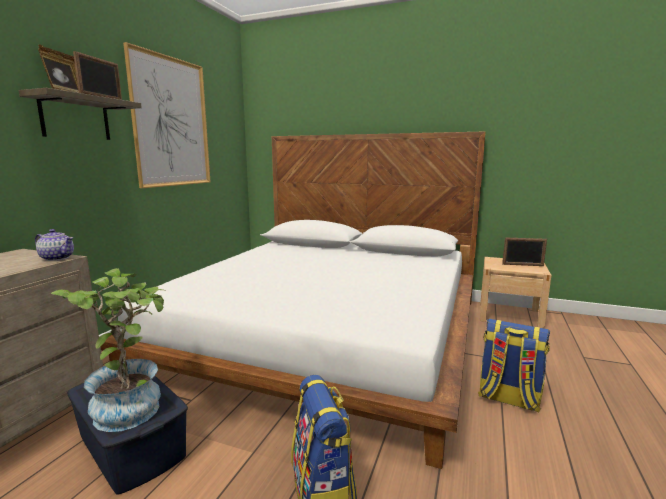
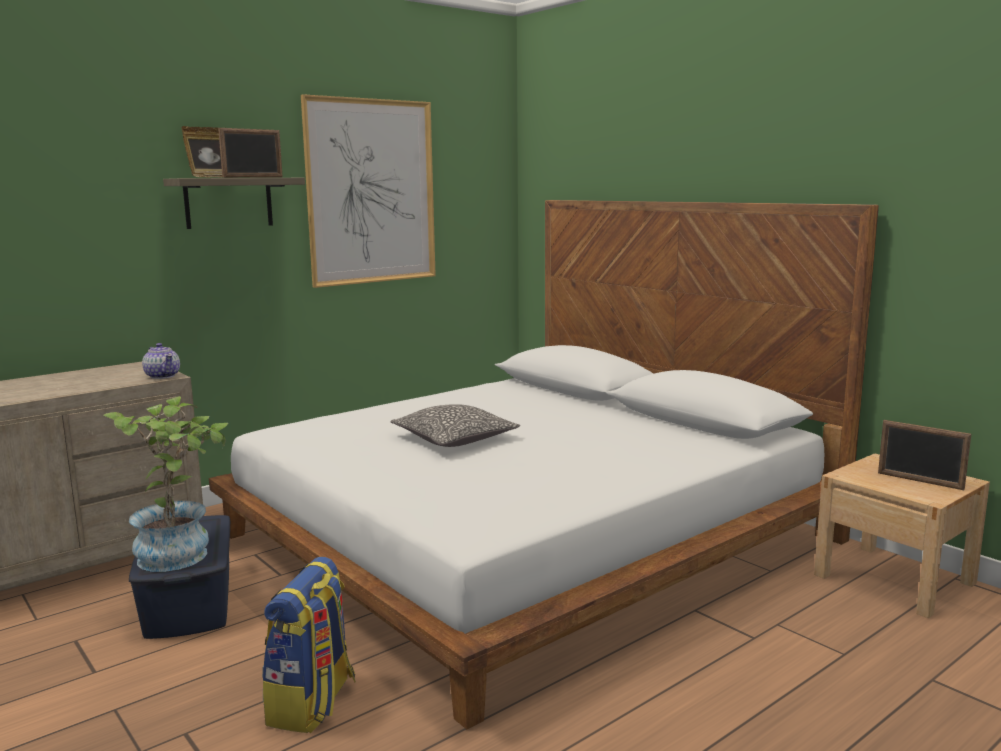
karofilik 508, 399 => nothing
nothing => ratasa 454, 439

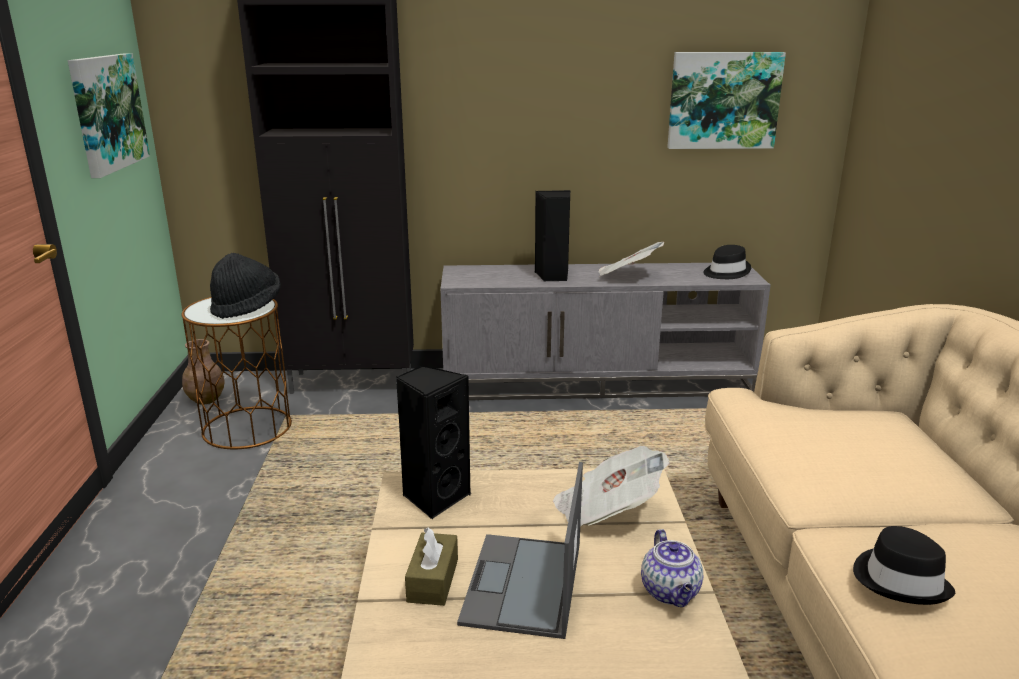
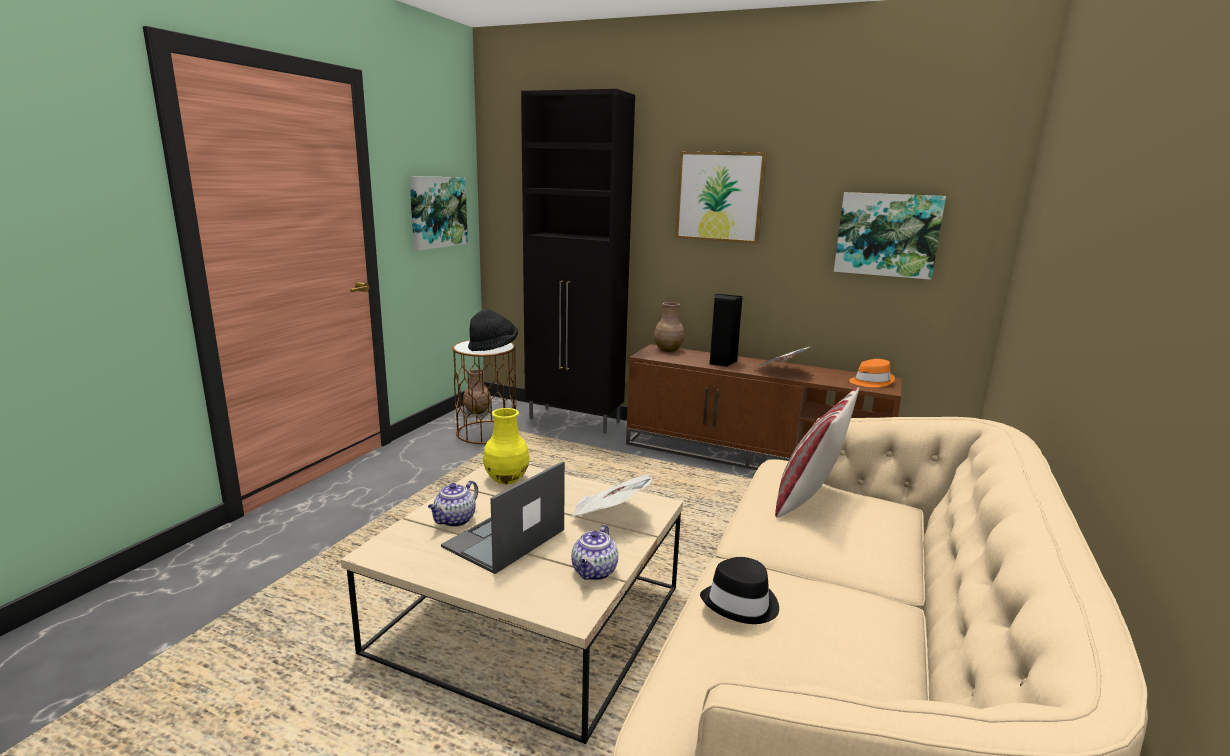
nothing => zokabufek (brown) 668, 350
nothing => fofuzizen 720, 197
nothing => ratasa 808, 498
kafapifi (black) 434, 497 => zokabufek (yellow) 507, 478
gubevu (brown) 433, 580 => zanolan 454, 520
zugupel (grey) 597, 381 => zugupel (brown) 753, 456
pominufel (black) 725, 272 => pominufel (orange) 871, 381

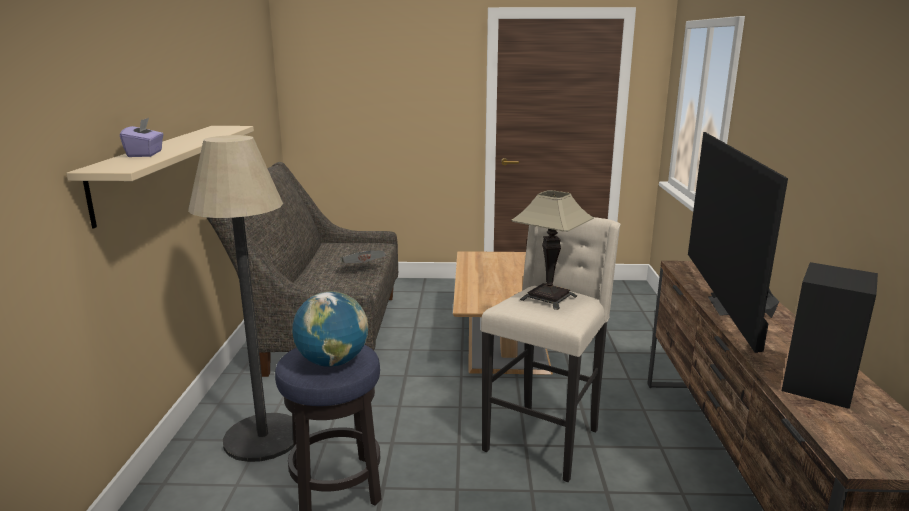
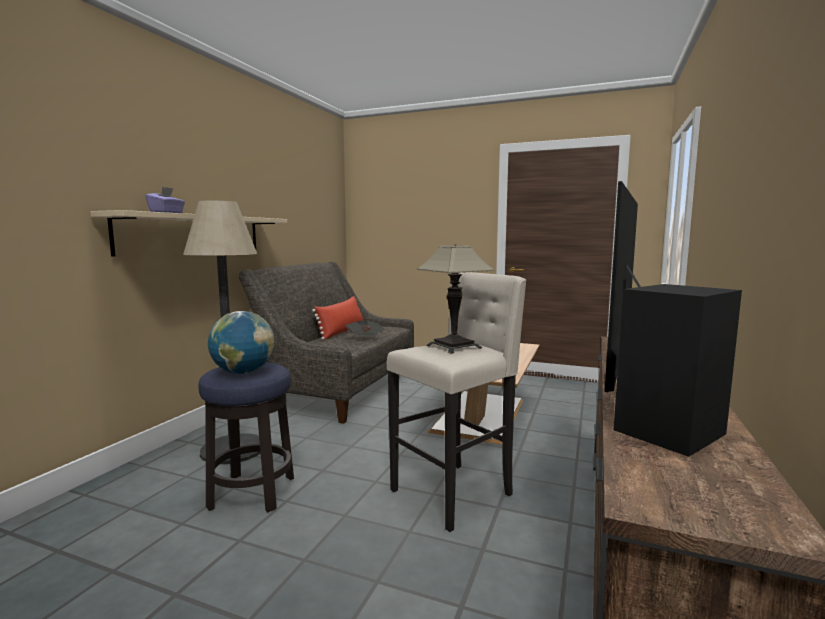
nothing => ratasa (red) 341, 332

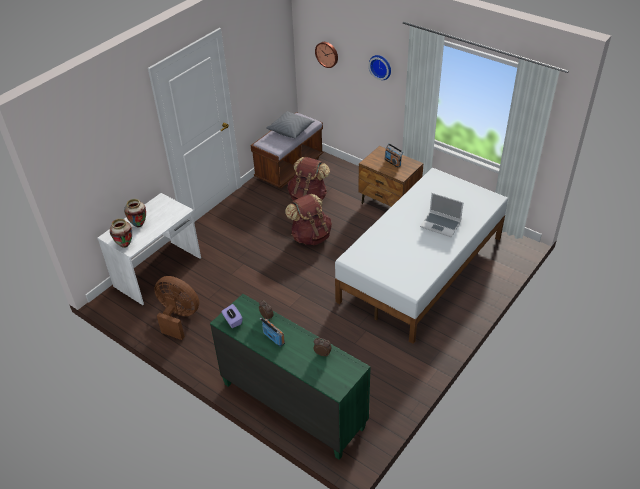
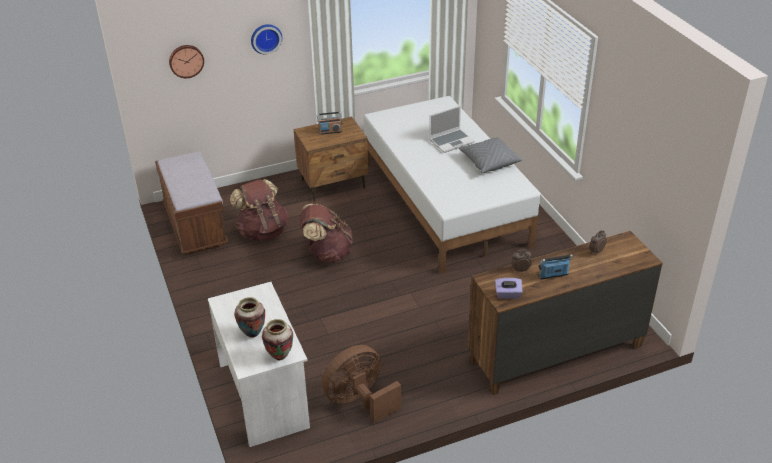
ratasa (grey) 291, 130 => ratasa (grey) 489, 162, shifted
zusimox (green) 292, 404 => zusimox (brown) 555, 353

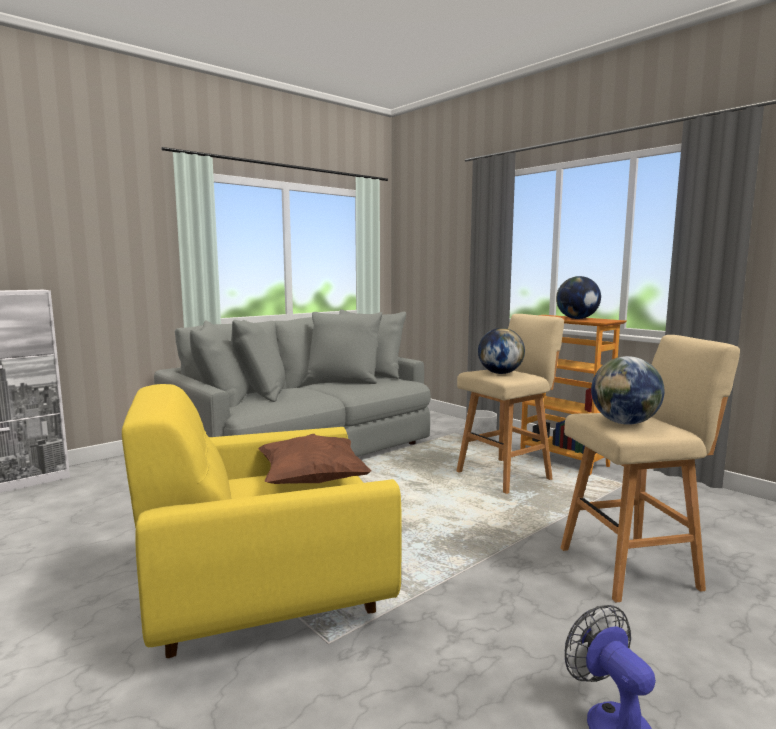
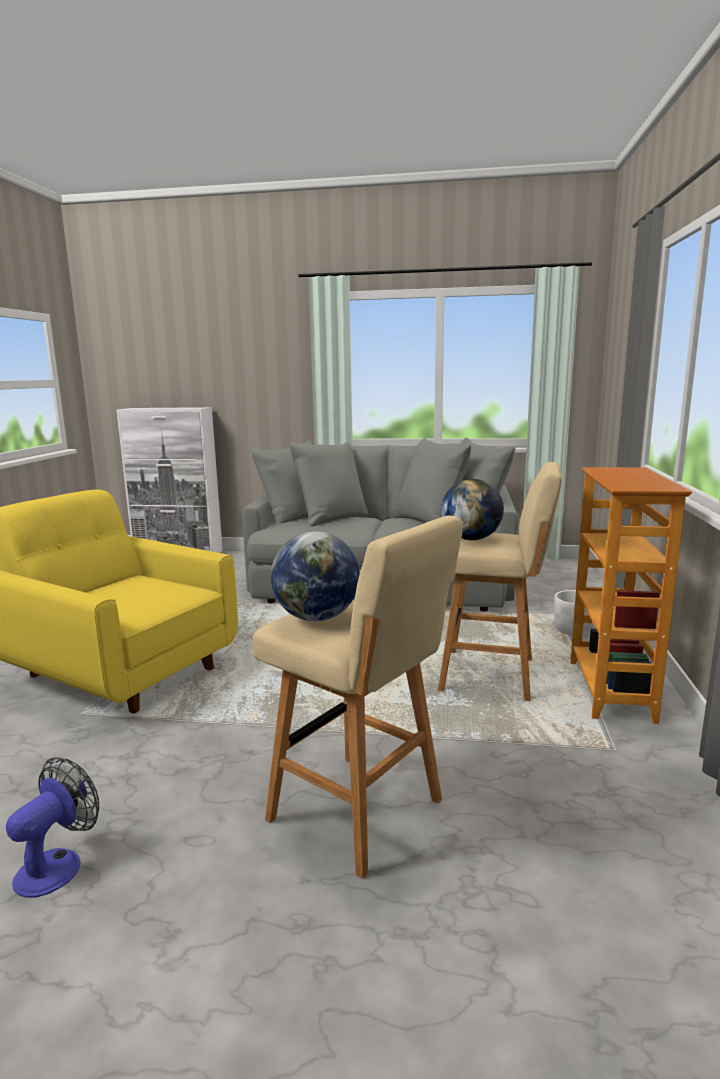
ratasa (brown) 312, 481 => nothing
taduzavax 577, 318 => nothing

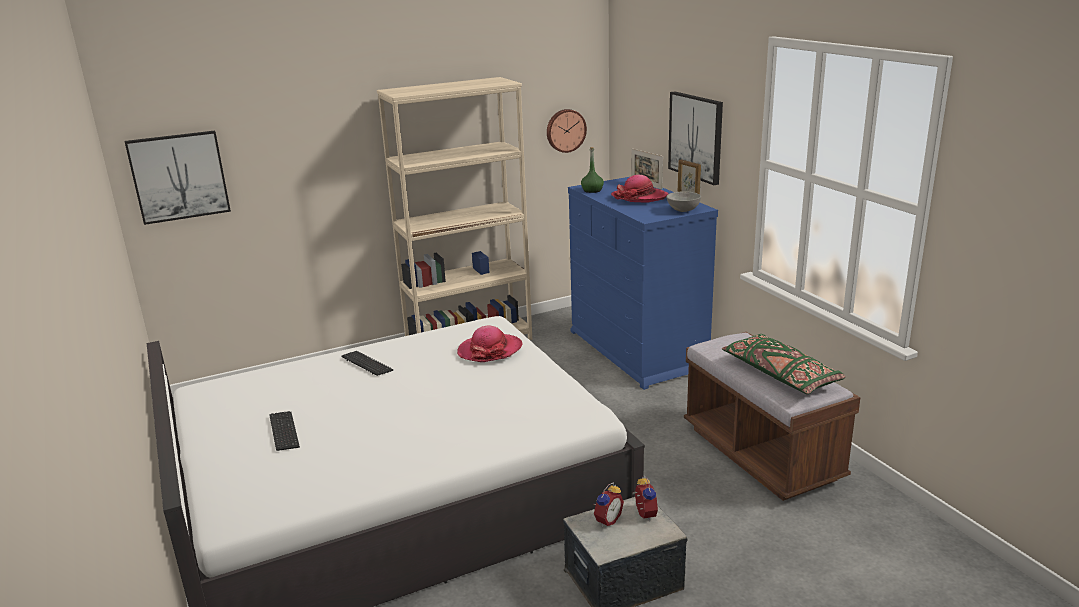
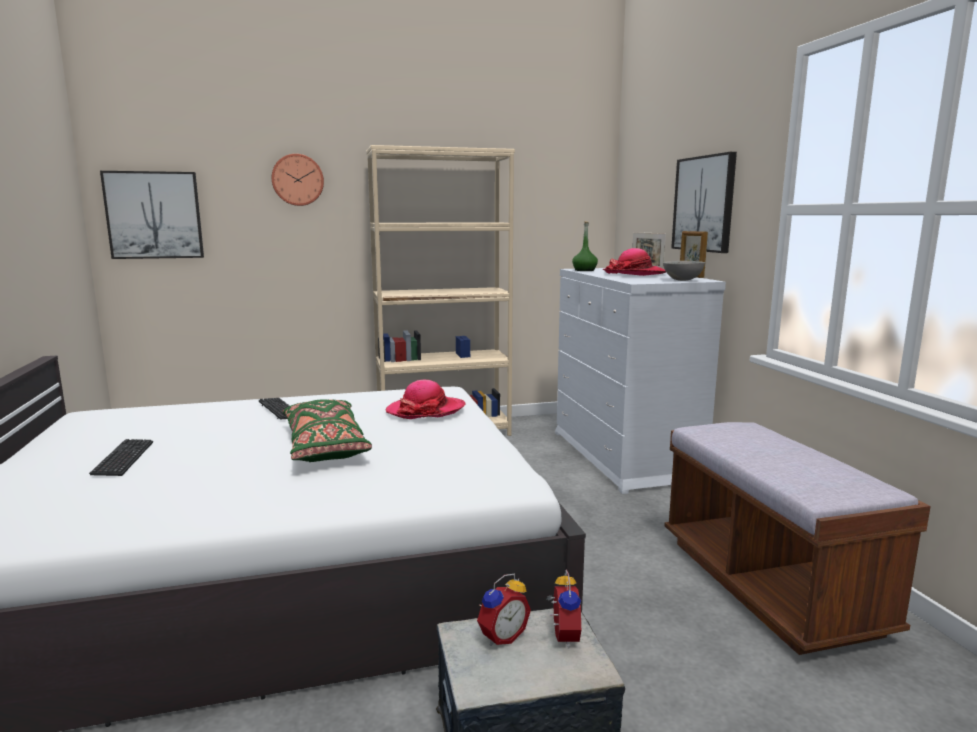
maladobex 565, 130 => maladobex 298, 180, shifted
ratasa (green) 781, 375 => ratasa (green) 325, 446, shifted
zusimox (blue) 638, 350 => zusimox (white) 625, 456

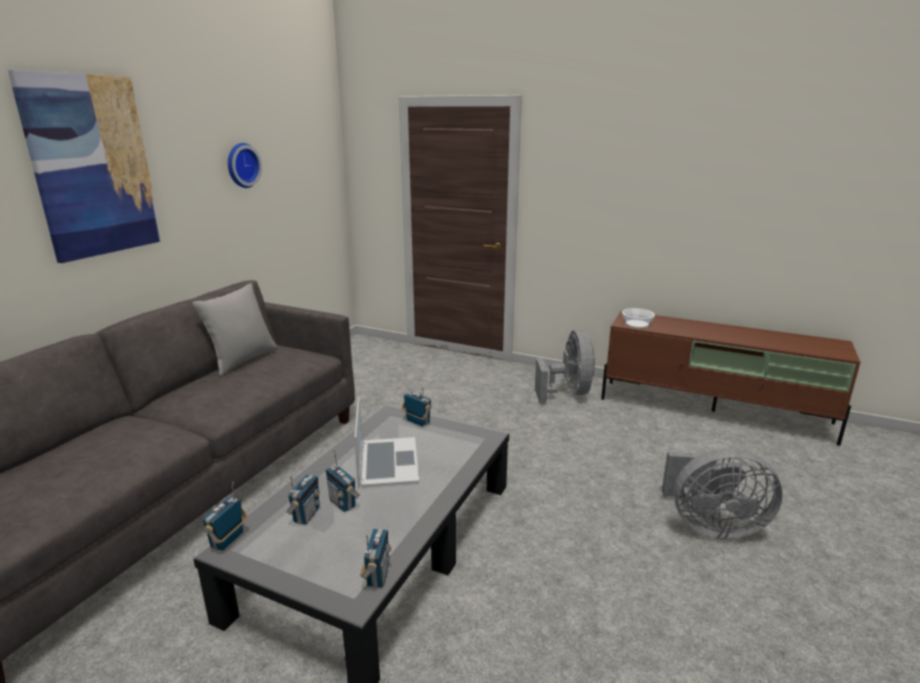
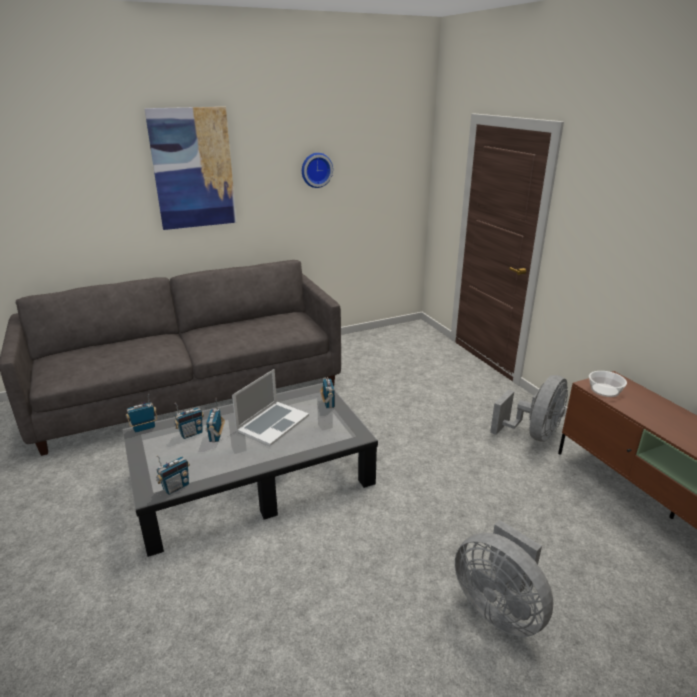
ratasa (grey) 242, 360 => nothing

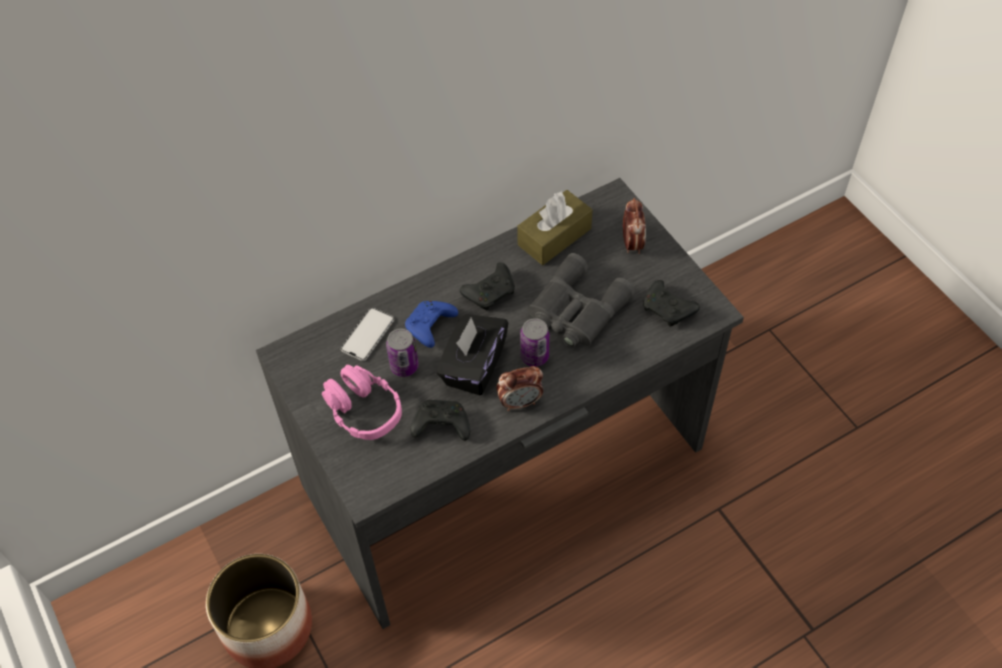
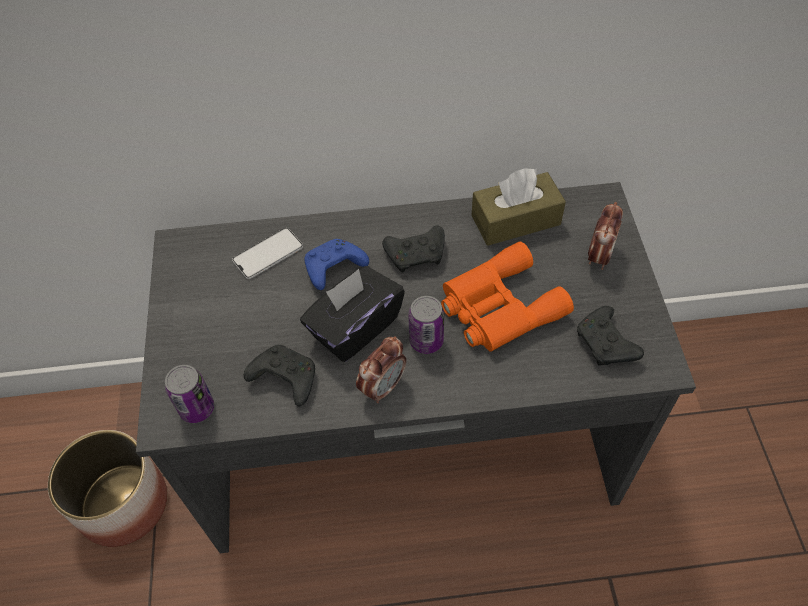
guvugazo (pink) 363, 410 => nothing
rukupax 404, 366 => rukupax 197, 408, shifted
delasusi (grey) 575, 311 => delasusi (orange) 498, 307
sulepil 520, 402 => sulepil 383, 386, 60 degrees counterclockwise

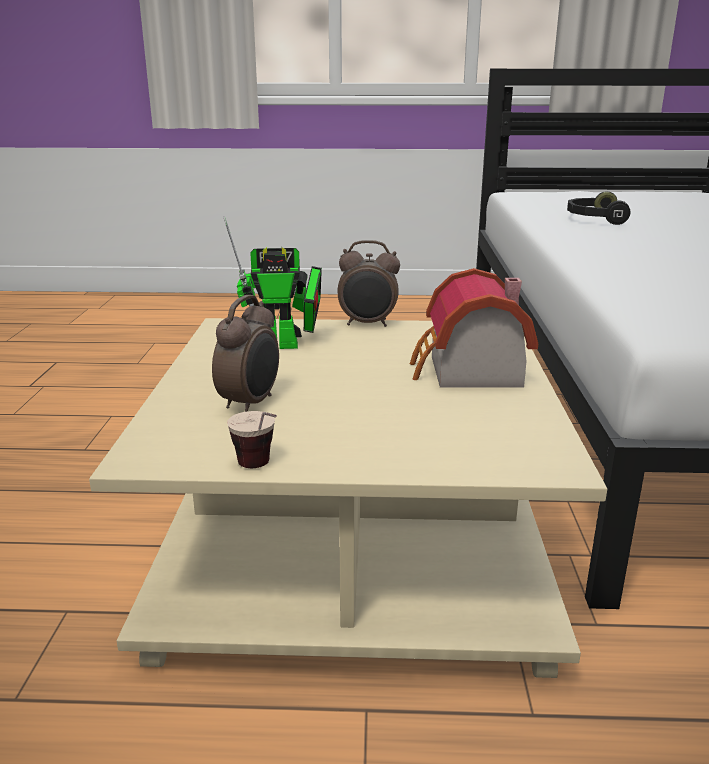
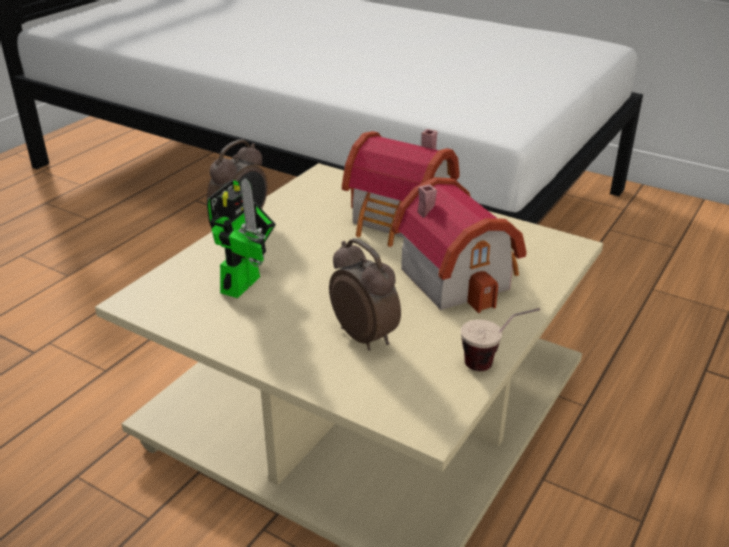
guvugazo (black) 594, 218 => nothing
nothing => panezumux 459, 276

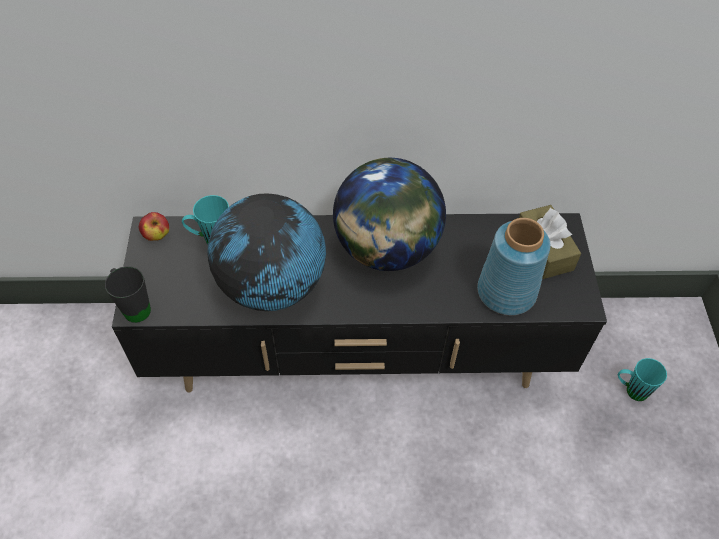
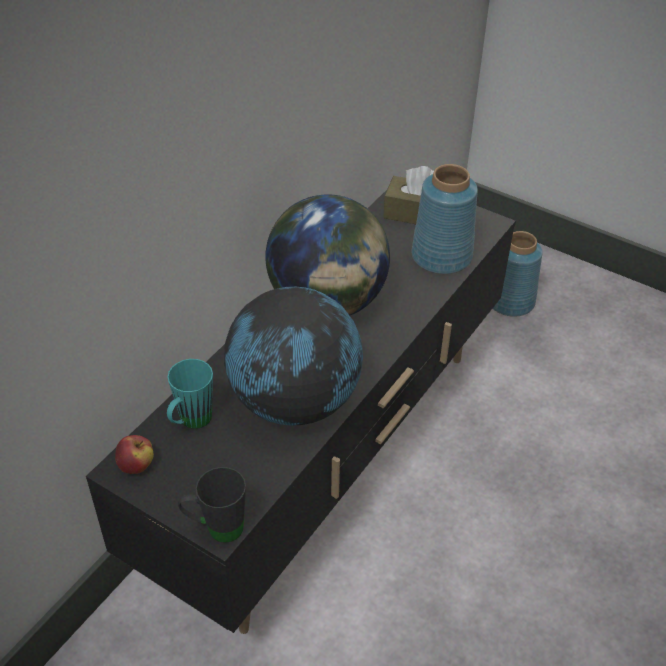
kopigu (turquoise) 631, 390 => zokabufek (blue) 511, 302

